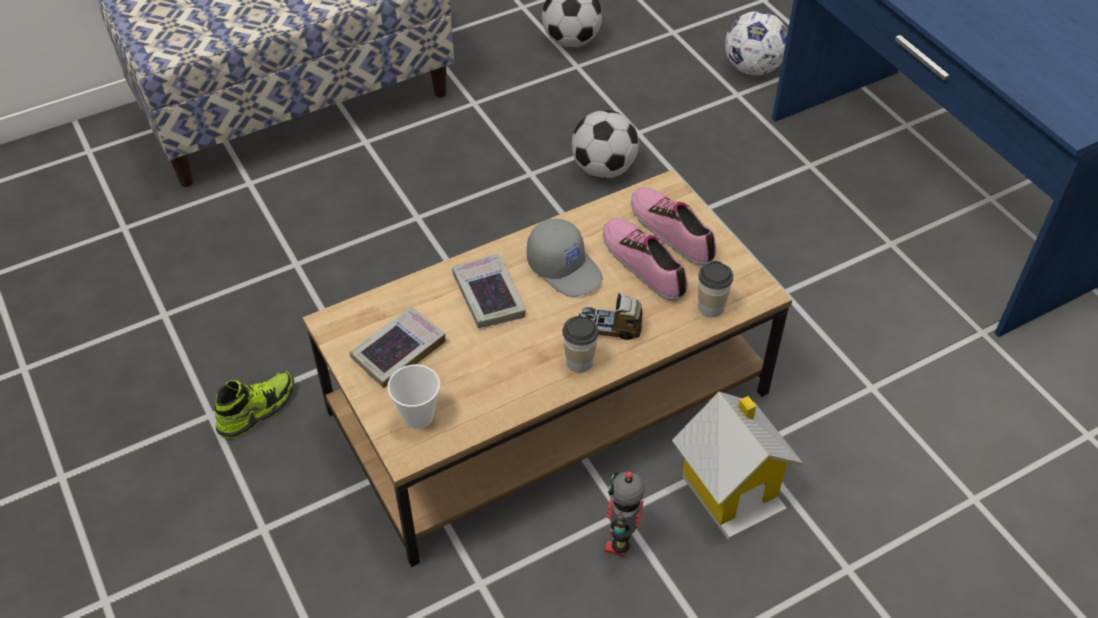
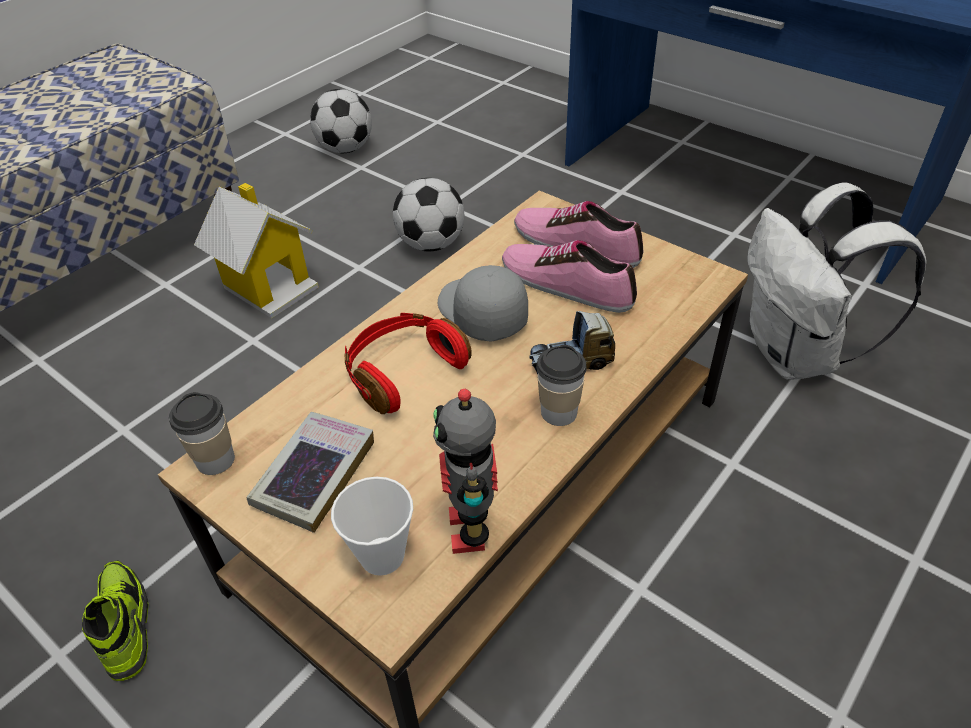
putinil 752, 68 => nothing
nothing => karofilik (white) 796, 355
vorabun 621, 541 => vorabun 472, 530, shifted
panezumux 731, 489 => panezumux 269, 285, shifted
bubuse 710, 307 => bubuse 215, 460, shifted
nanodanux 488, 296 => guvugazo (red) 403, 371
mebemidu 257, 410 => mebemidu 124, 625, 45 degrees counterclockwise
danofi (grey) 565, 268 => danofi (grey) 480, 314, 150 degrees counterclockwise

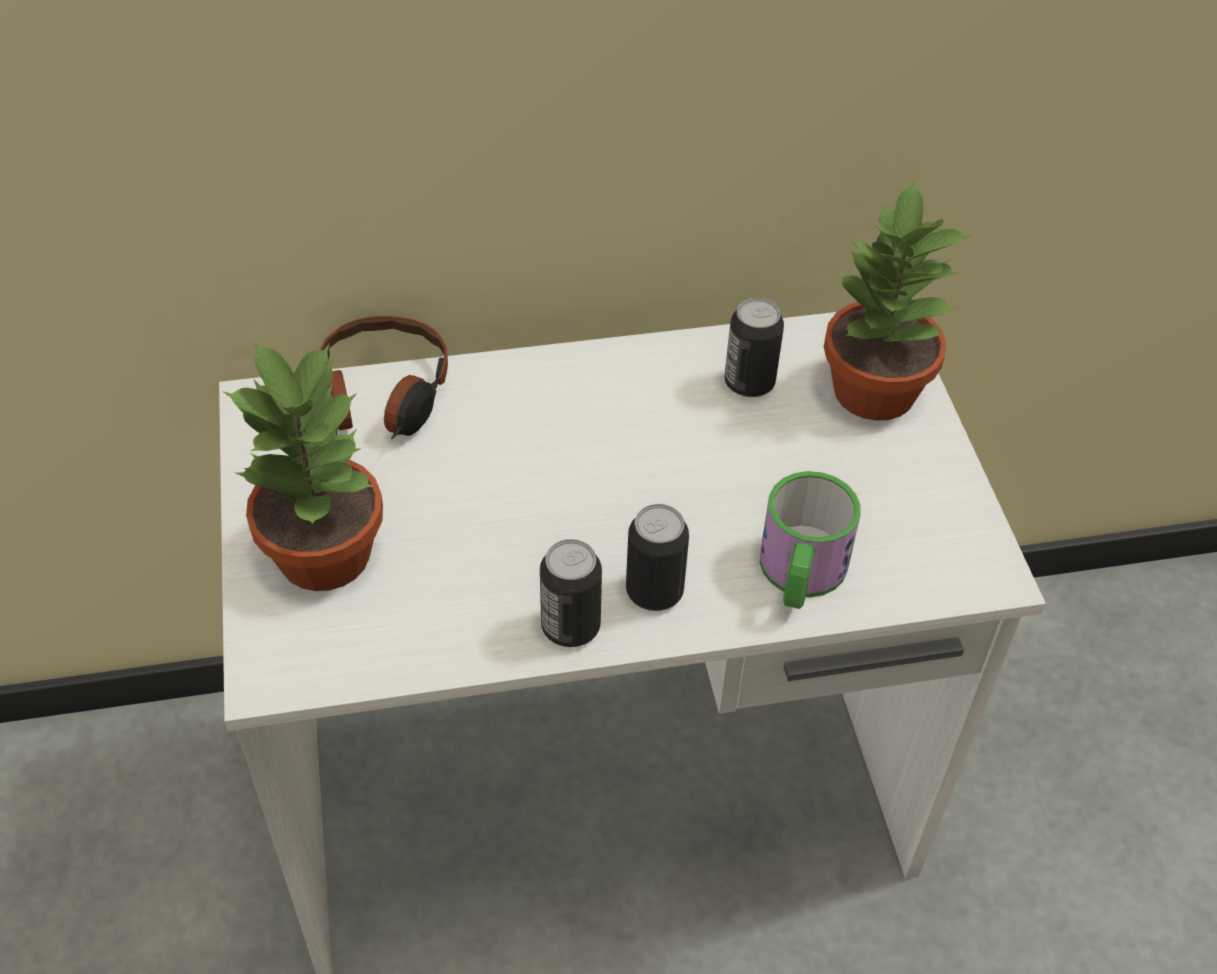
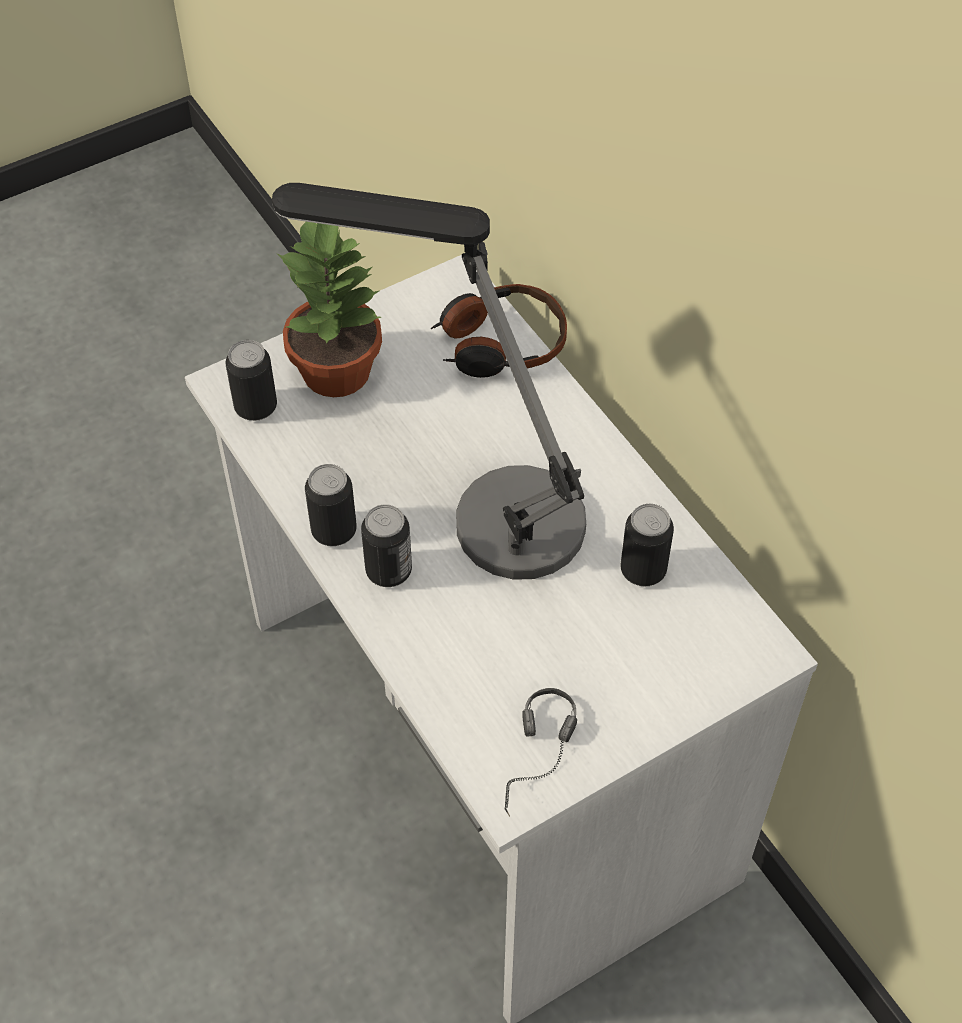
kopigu 800, 575 => nothing
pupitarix 873, 392 => nothing
nothing => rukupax 256, 407
nothing => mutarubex 482, 513
nothing => guvugazo 541, 763

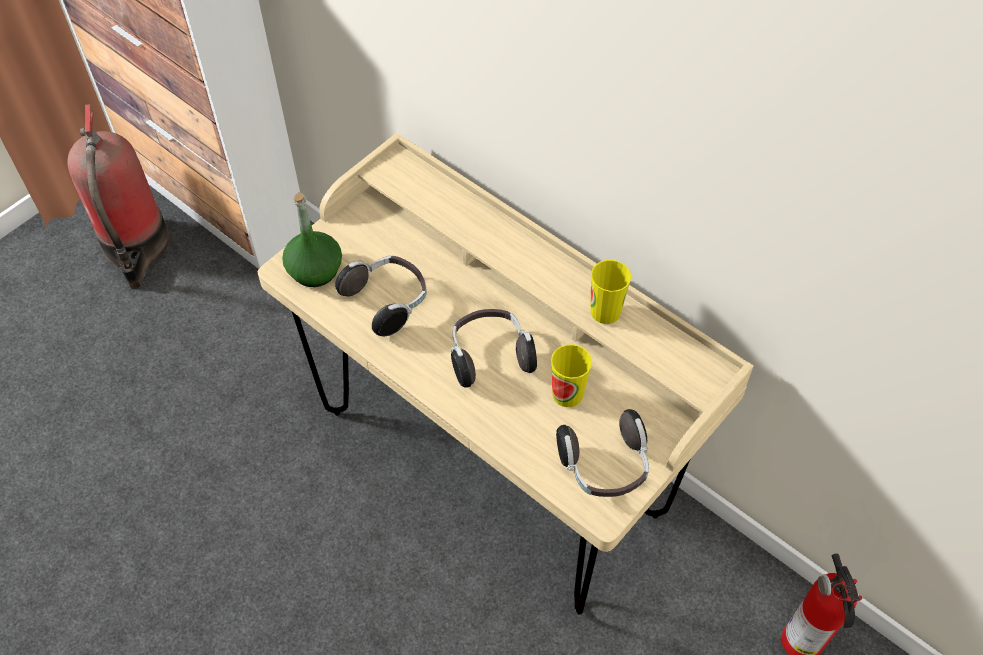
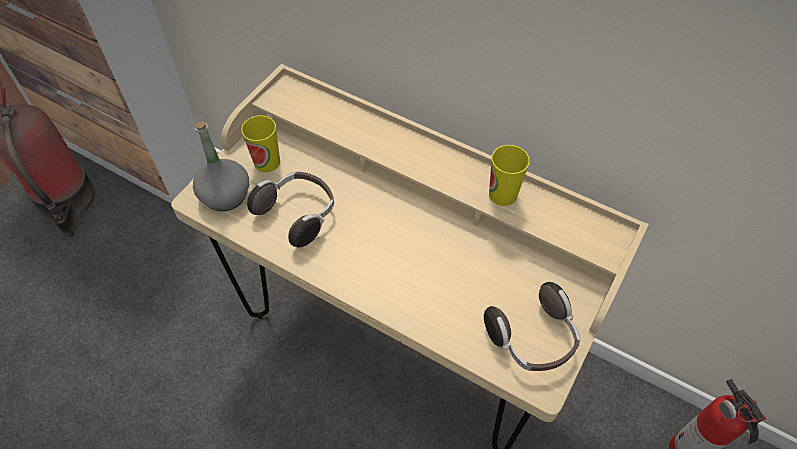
guvugazo 490, 356 => nothing
bubuse 567, 393 => bubuse 267, 162, shifted
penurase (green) 314, 270 => penurase (grey) 225, 195

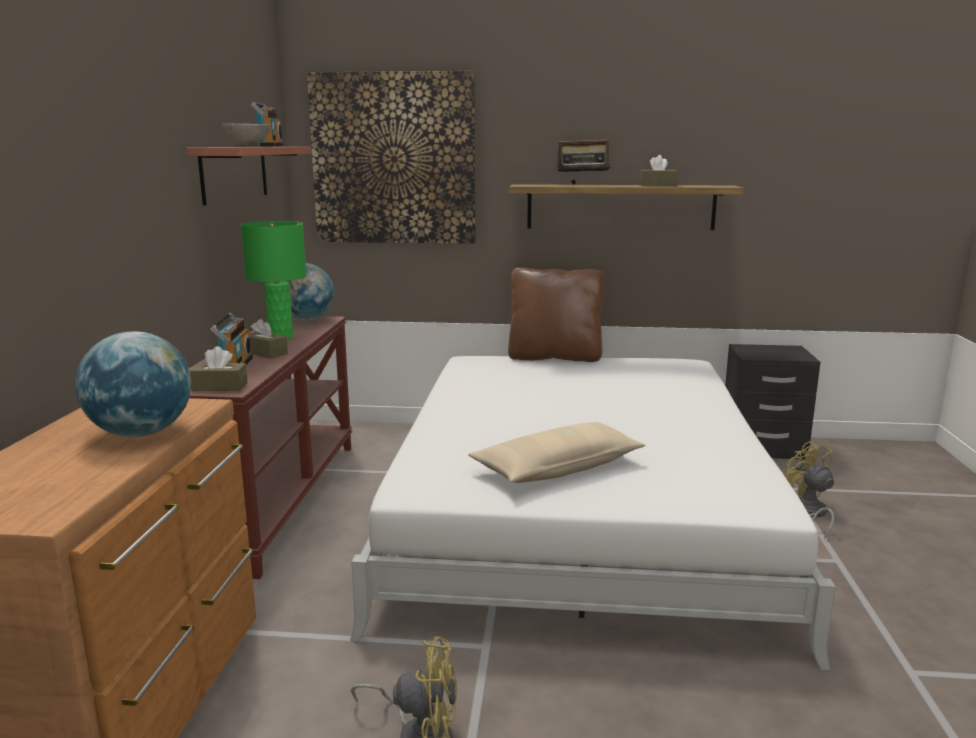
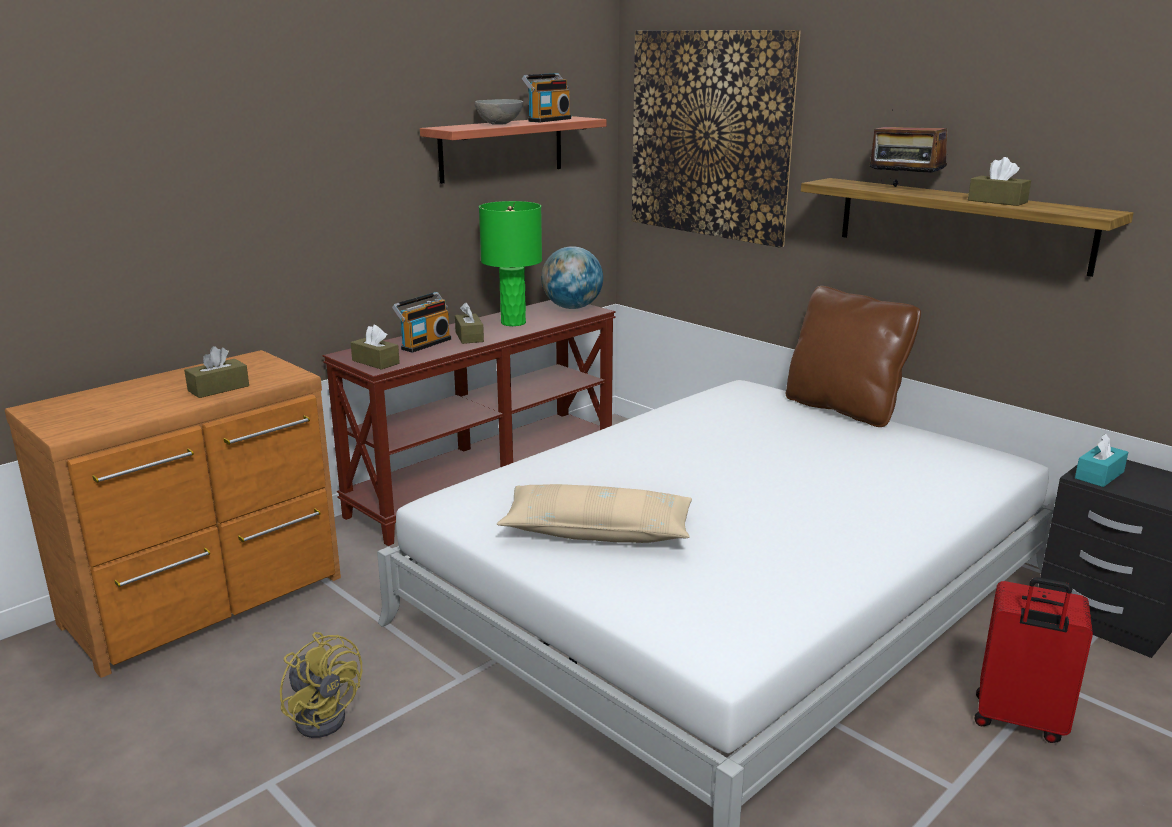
nothing => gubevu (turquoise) 1099, 475
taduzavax 141, 433 => gubevu (brown) 218, 388
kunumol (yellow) 808, 513 => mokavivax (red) 1018, 721

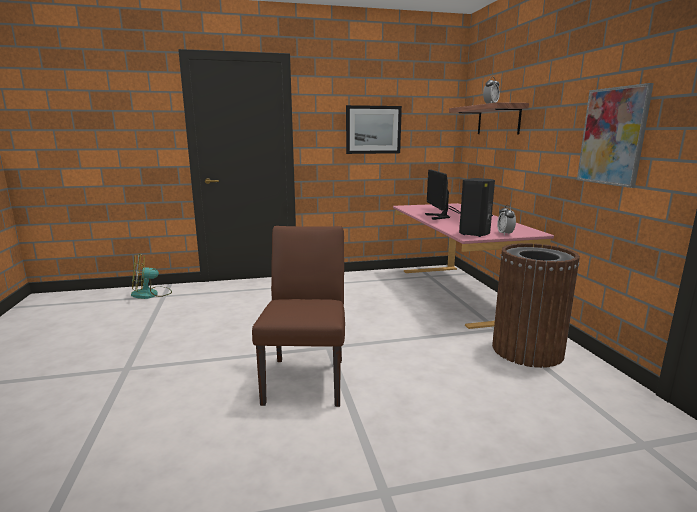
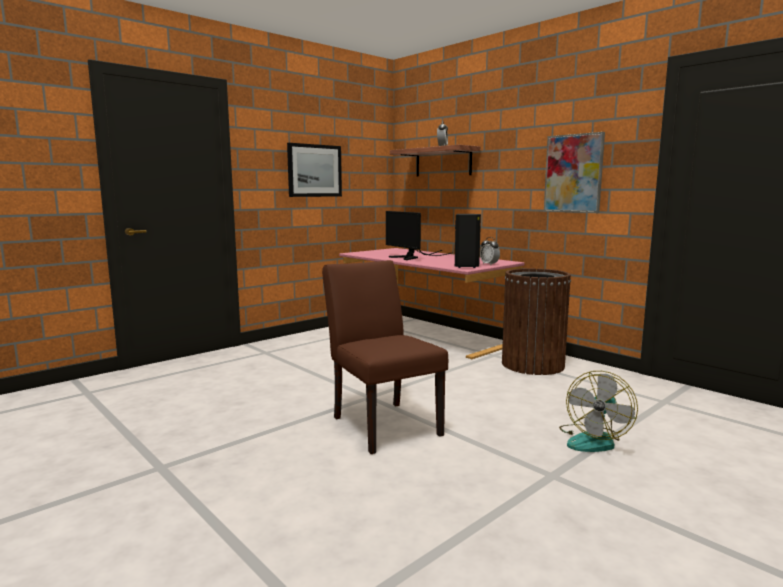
kunumol 151, 294 => kunumol 593, 440, shifted

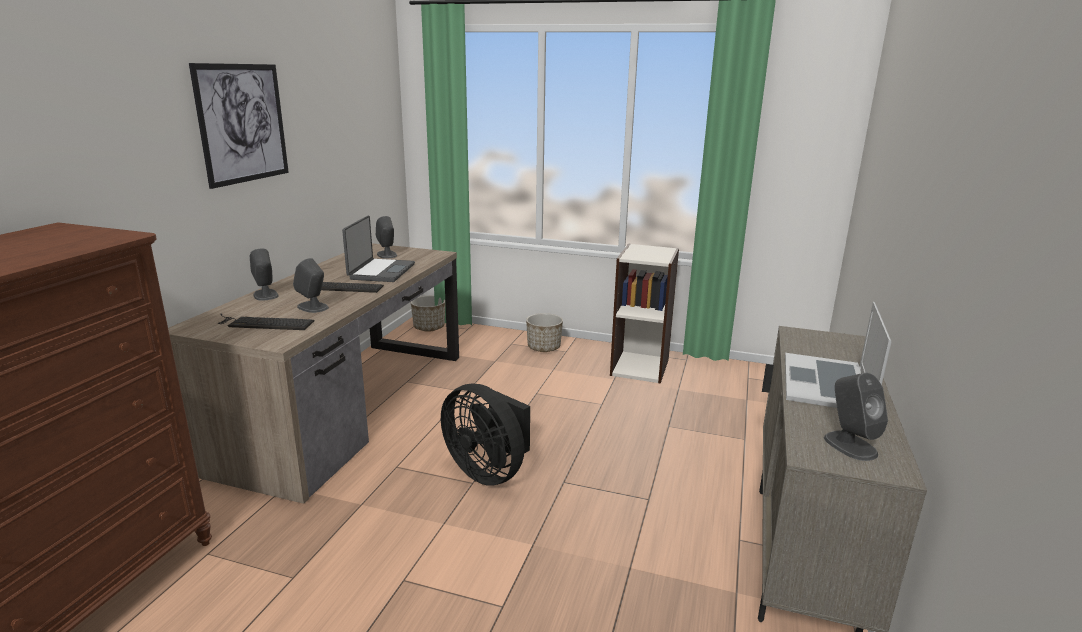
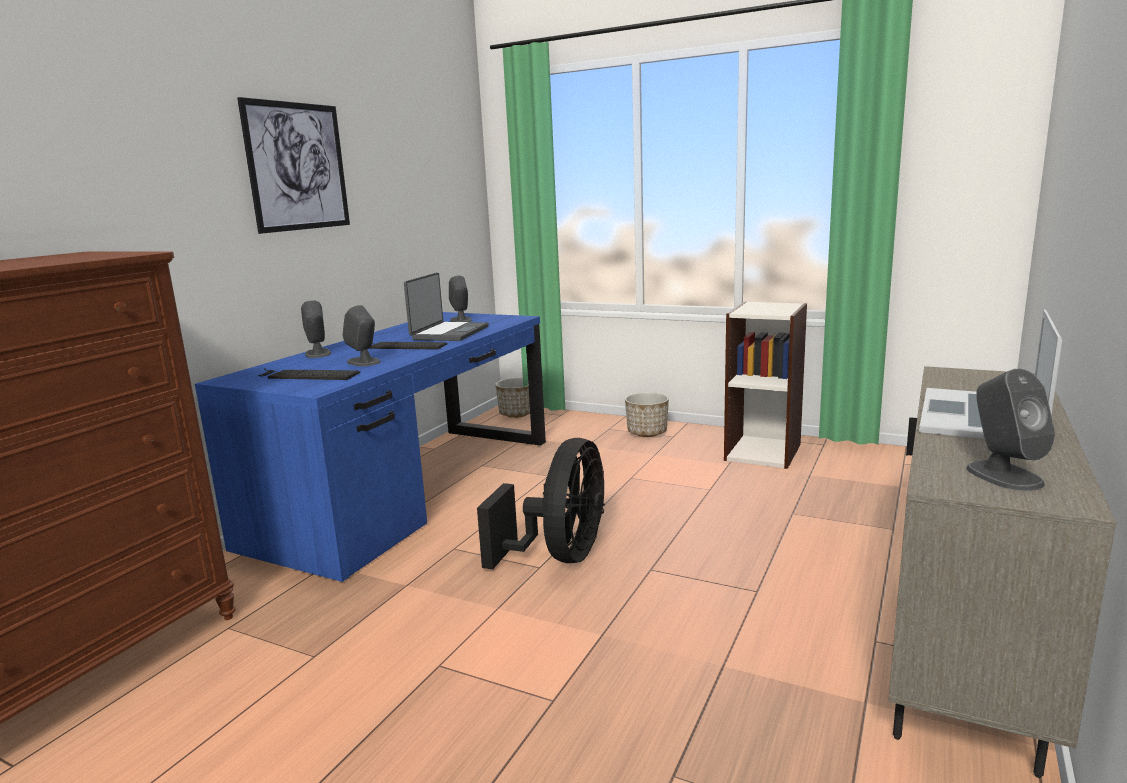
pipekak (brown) 347, 408 => pipekak (blue) 411, 490
kunumol (black) 488, 471 => kunumol (black) 560, 556, 120 degrees counterclockwise

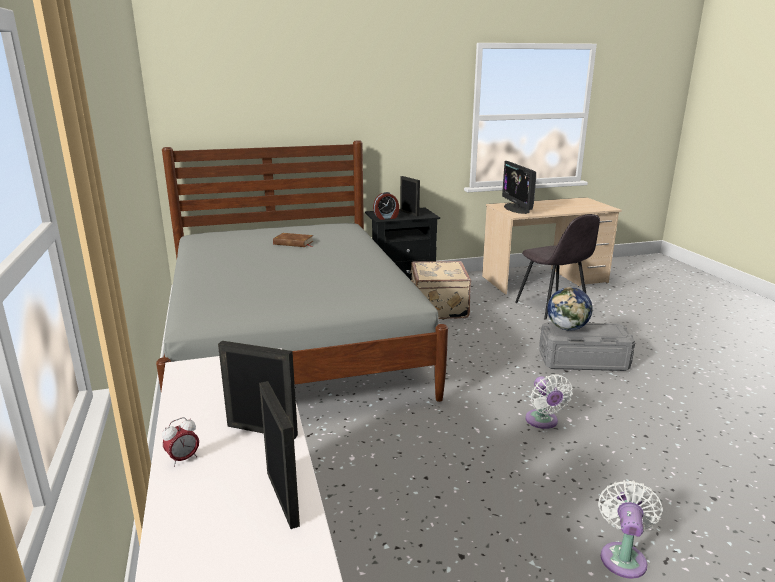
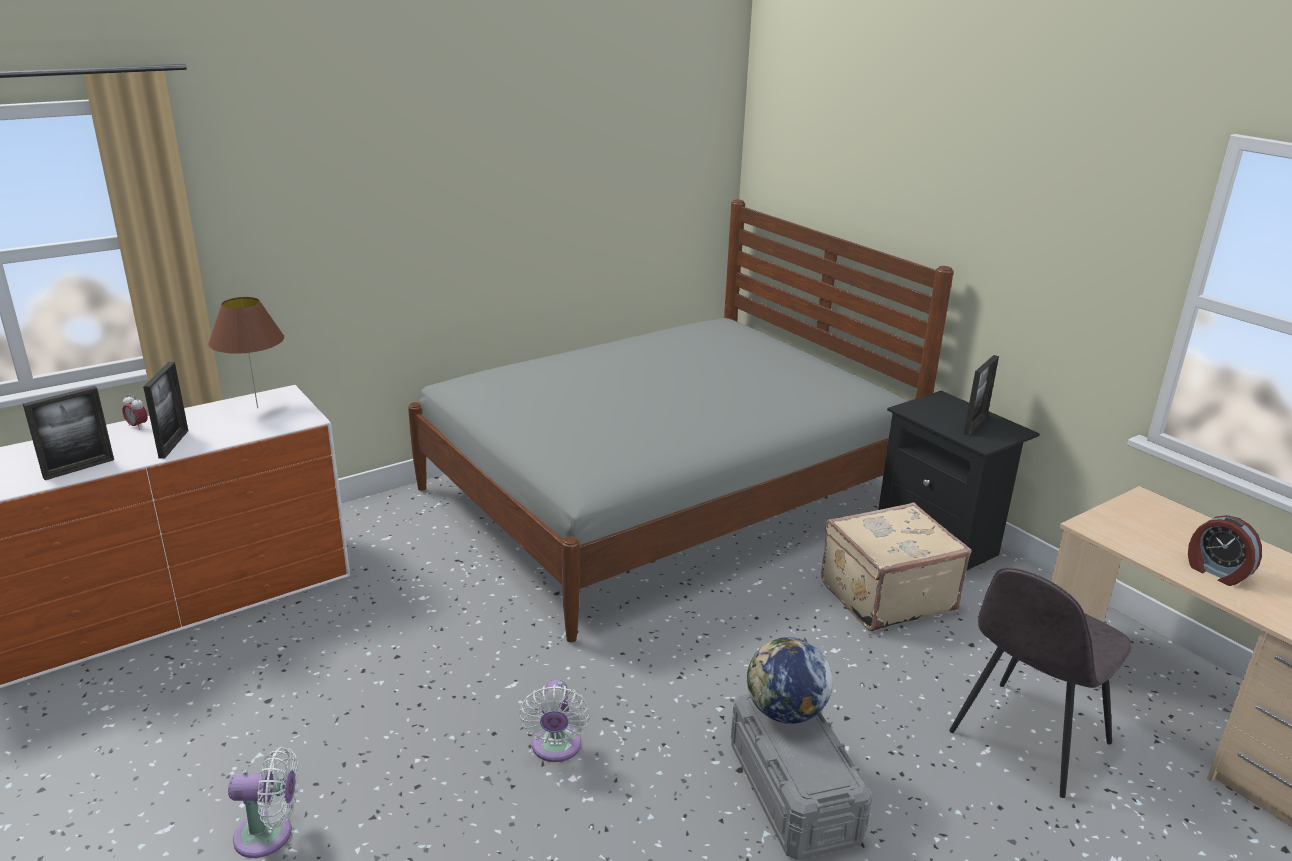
nanodanux (brown) 293, 243 => nothing
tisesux 516, 209 => nothing
nothing => mutarubex (brown) 258, 407
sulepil 386, 217 => sulepil 1216, 572, shifted
kunumol (white) 543, 422 => kunumol (white) 556, 748, 60 degrees counterclockwise

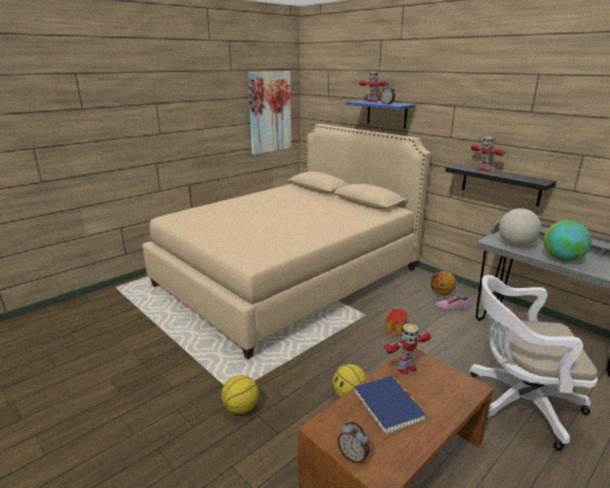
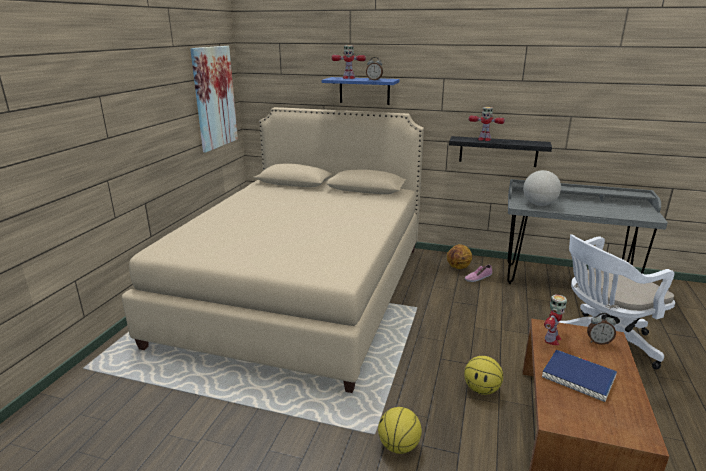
panezumux 396, 329 => nothing
taduzavax 562, 259 => nothing
sulepil 353, 456 => sulepil 598, 342, shifted

